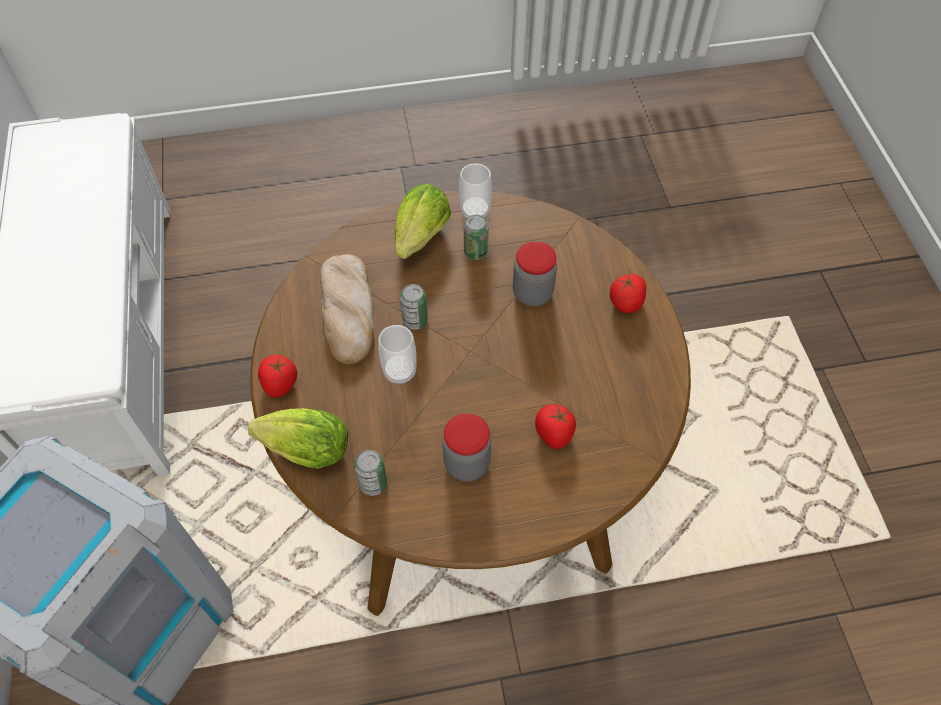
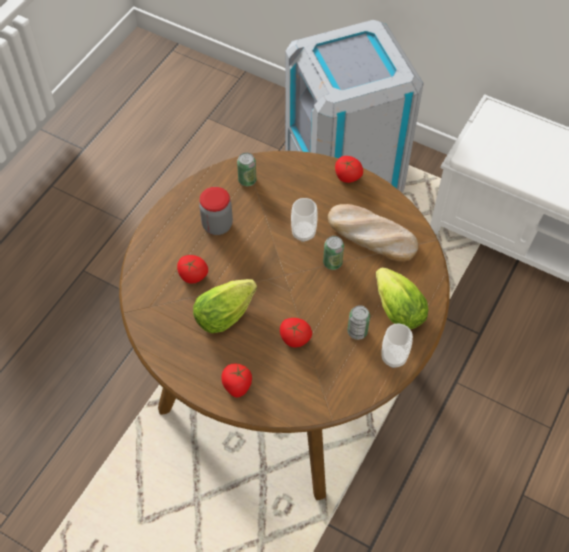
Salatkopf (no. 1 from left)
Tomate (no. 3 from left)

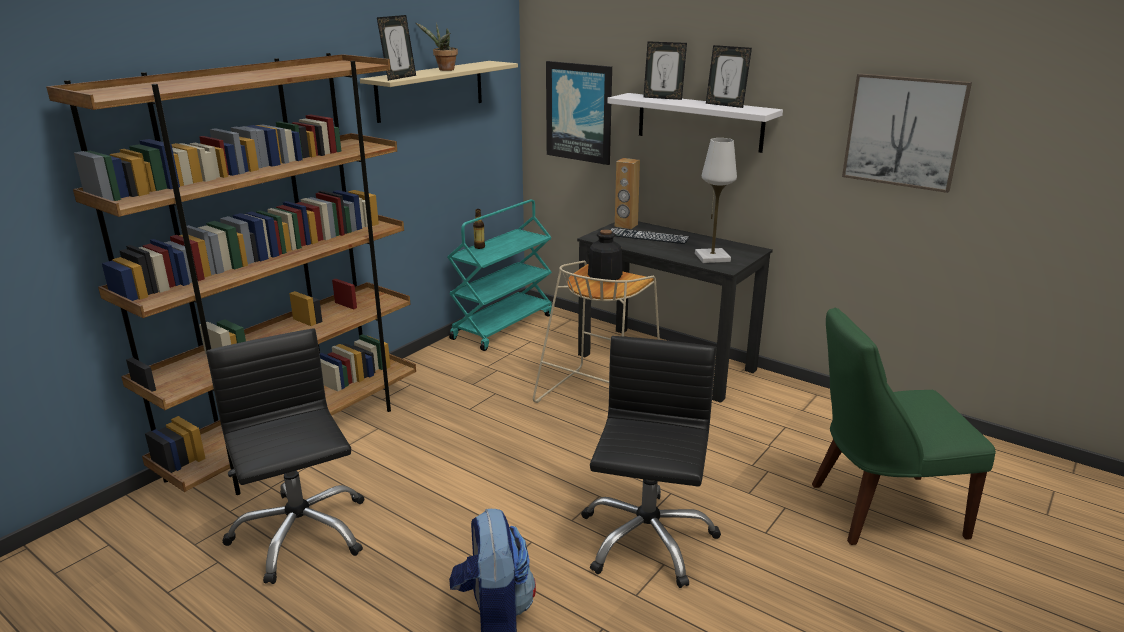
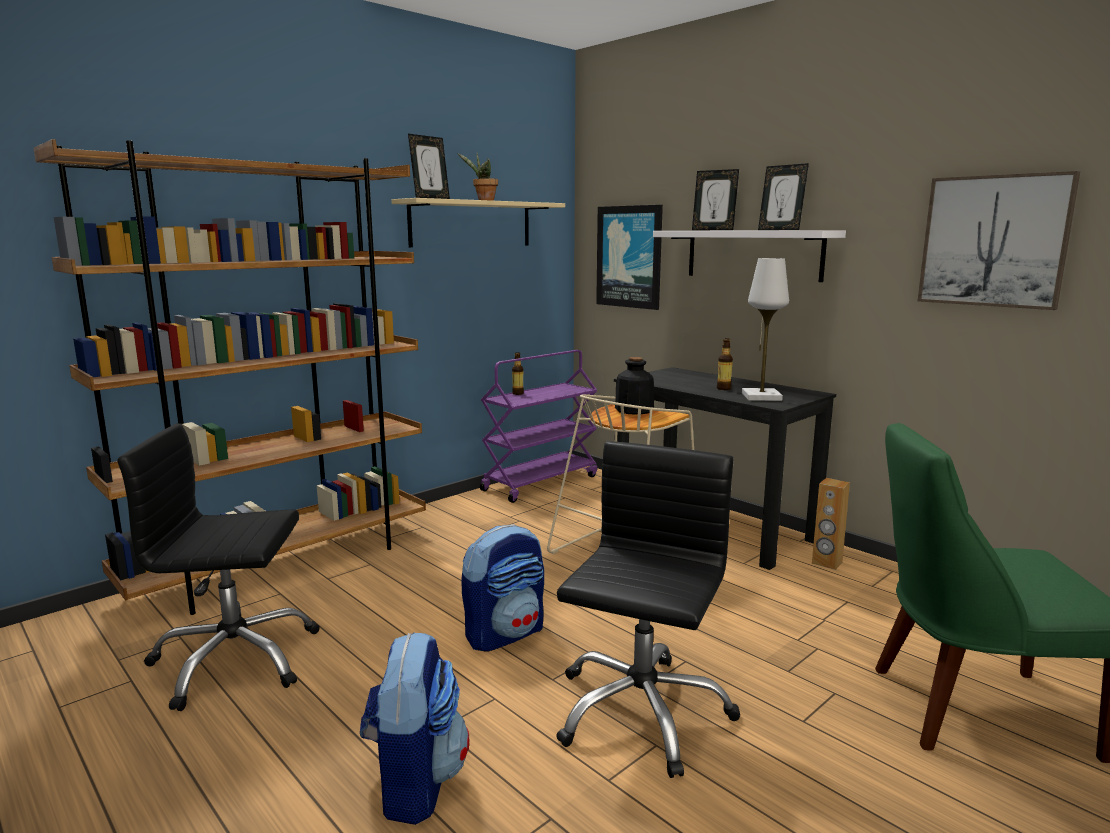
Bürostuhl (schwarz) (no. 1 from left)
Rollwagen (lila)
Tastatur
Lautsprecher (braun)
Rucksack (no. 2 from left)
Flasche (no. 3 from left)

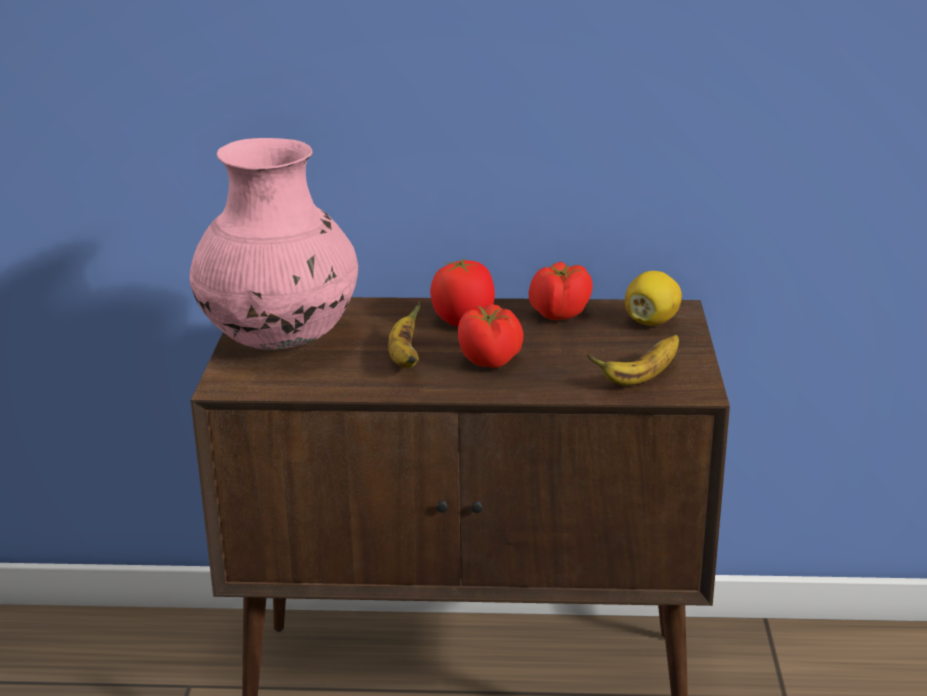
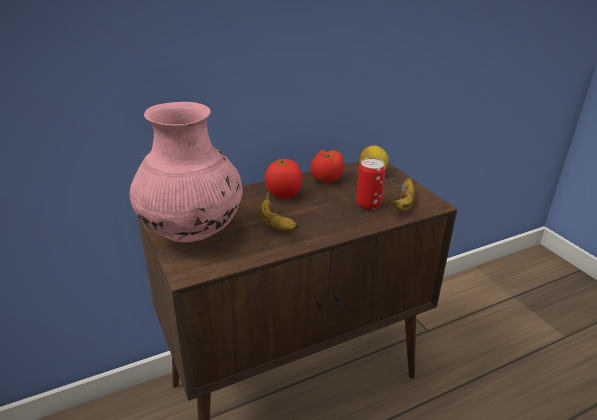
Tomate (no. 2 from left in the first image)
Dose

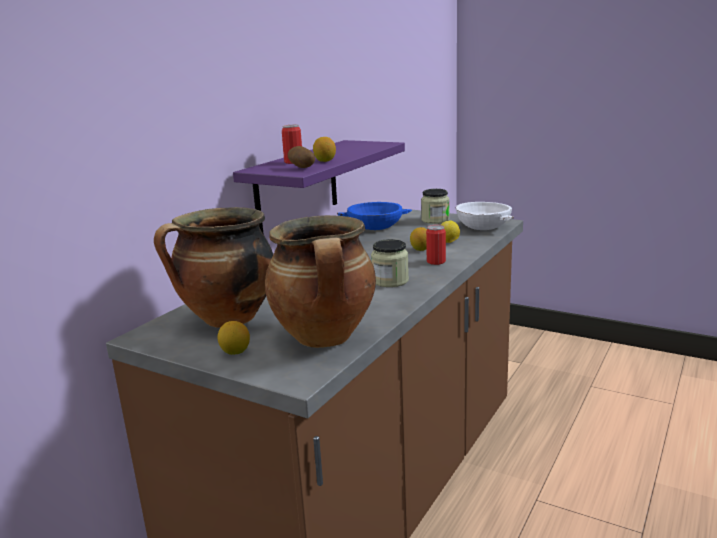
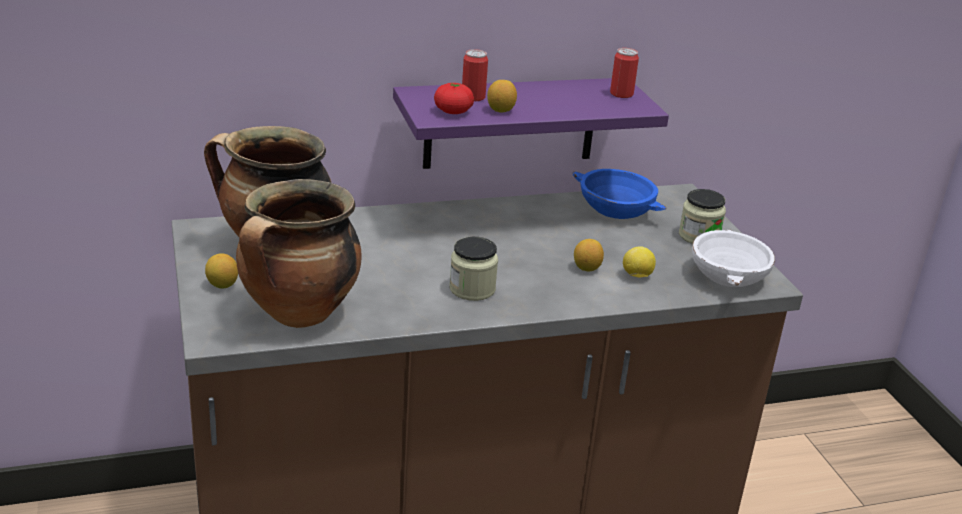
Tomate
Dose (no. 2 from left)

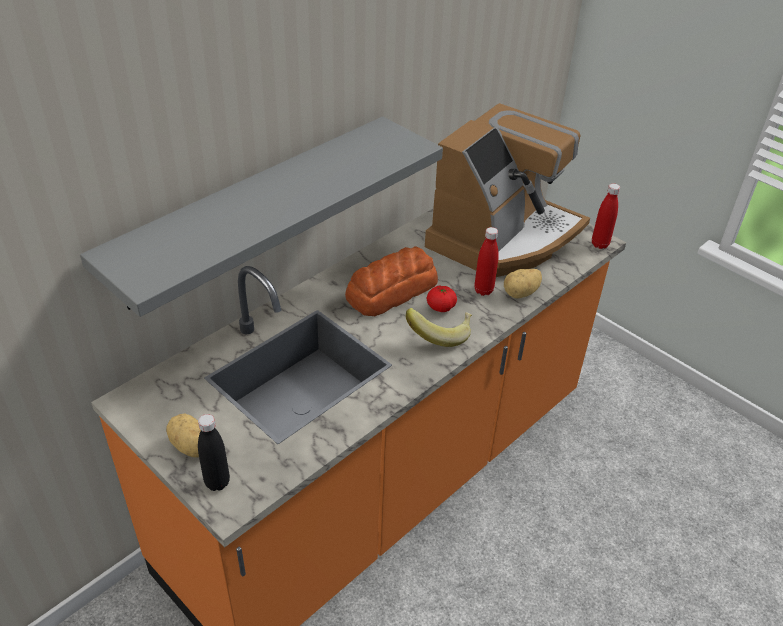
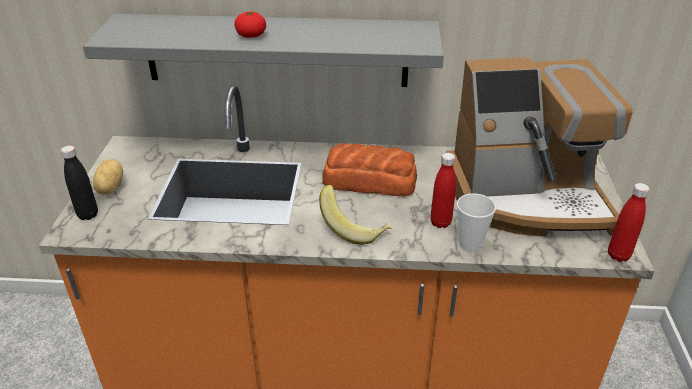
Tomate
Tasse

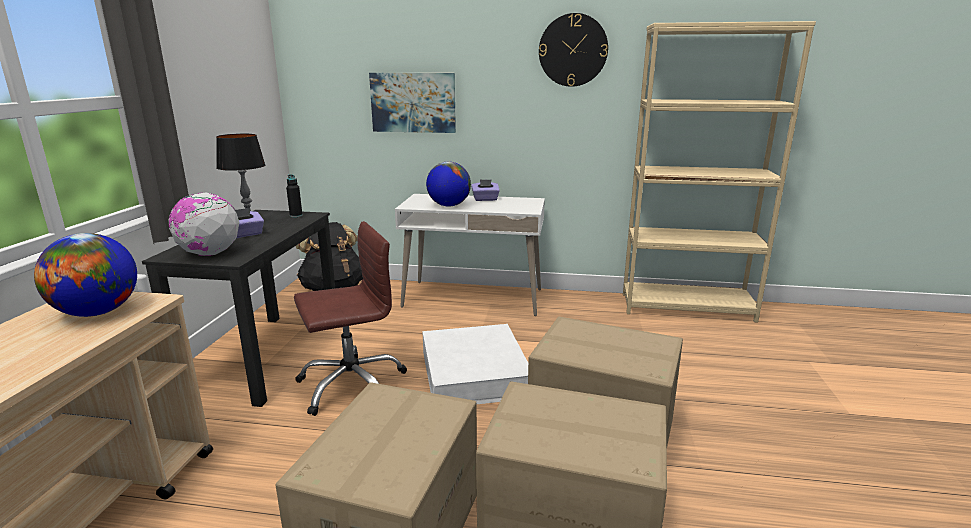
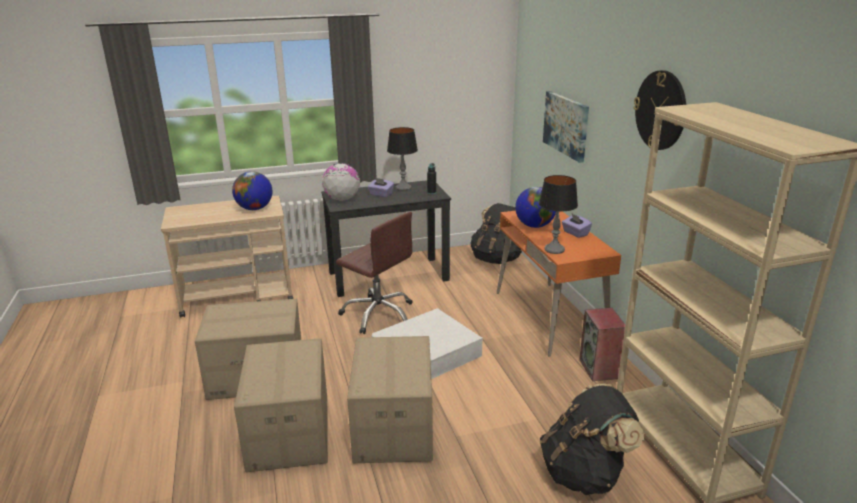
Schreibtisch (orange)
Tischlampe (no. 2 from left)
Rucksack (schwarz) (no. 2 from left)
Lautsprecher

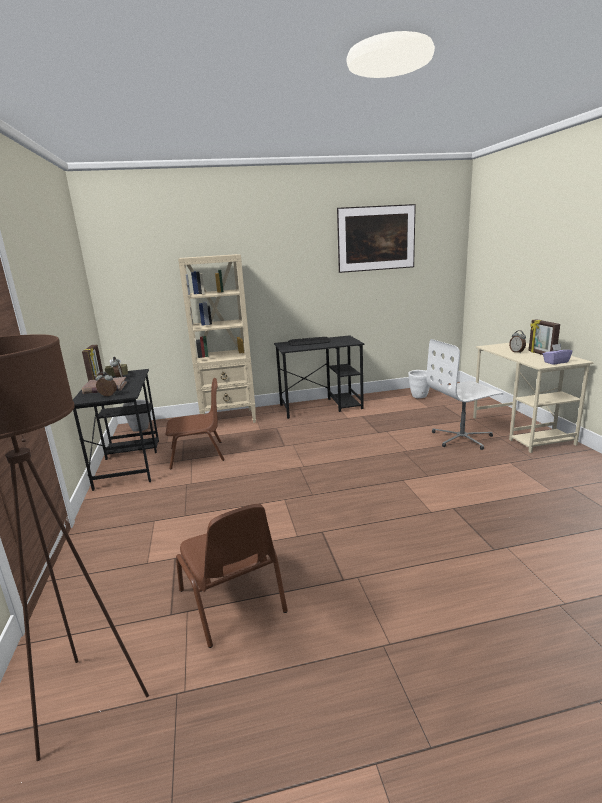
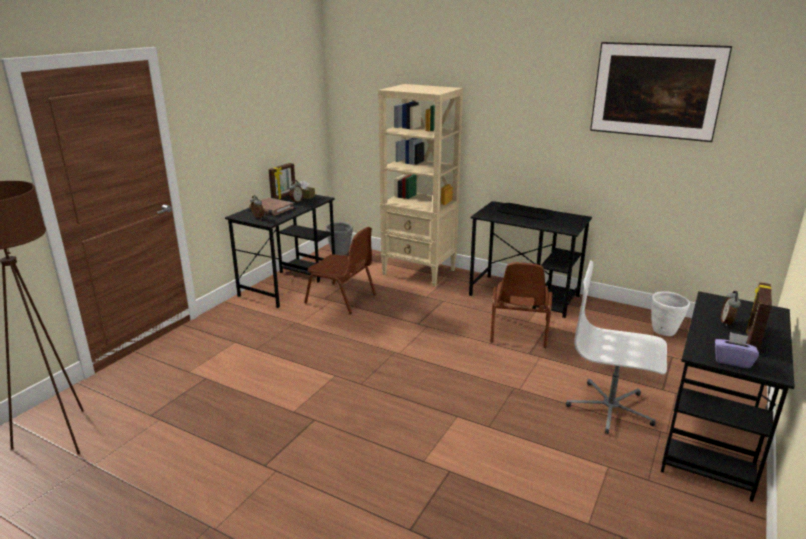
Stuhl (braun) (no. 2 from left)
Schreibtisch (schwarz) (no. 3 from left)

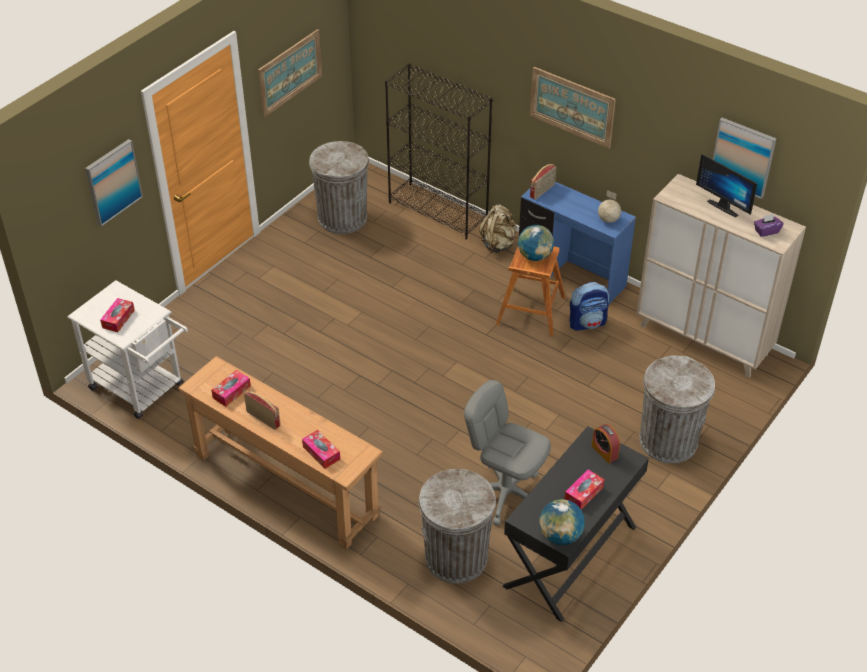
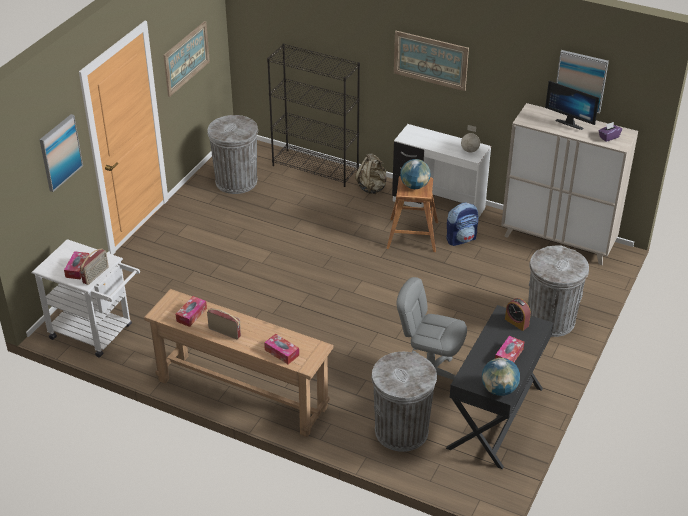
Schreibtisch (weiß)
Radio (no. 1 from left)

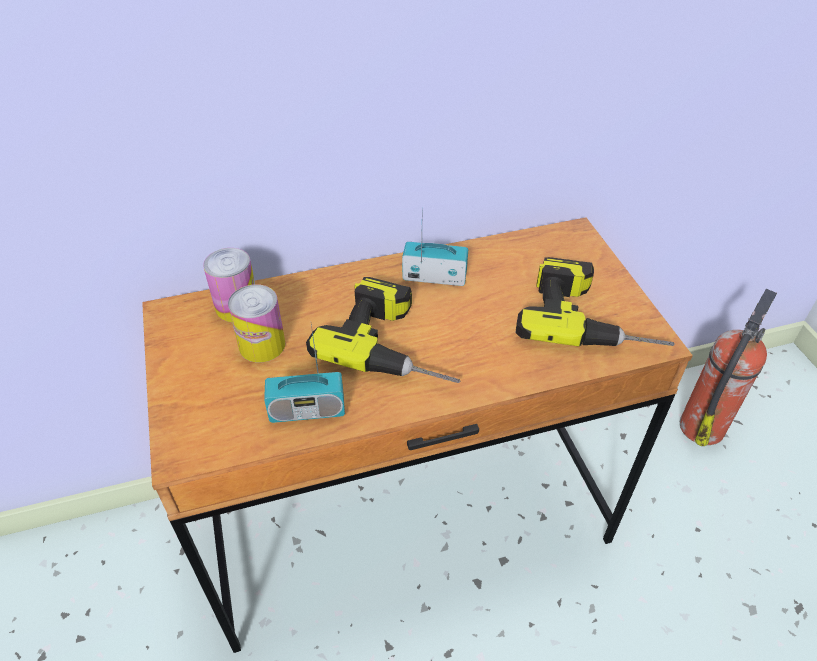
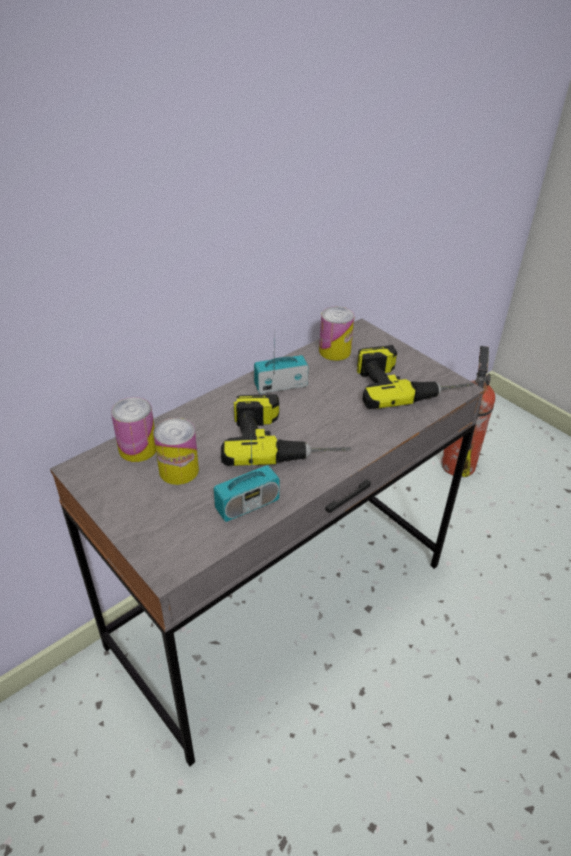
Schreibtisch (grau)
Dose (no. 3 from left)

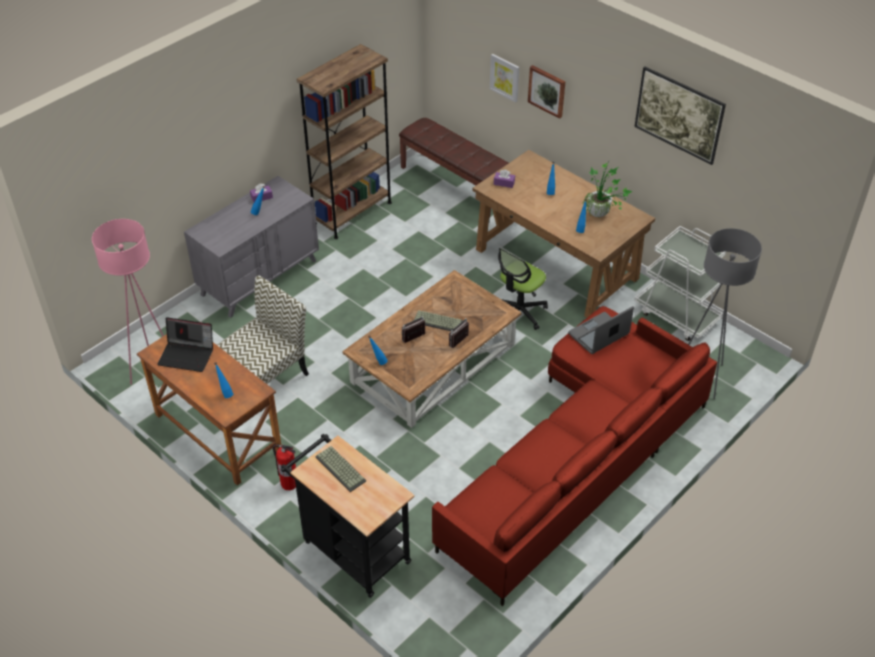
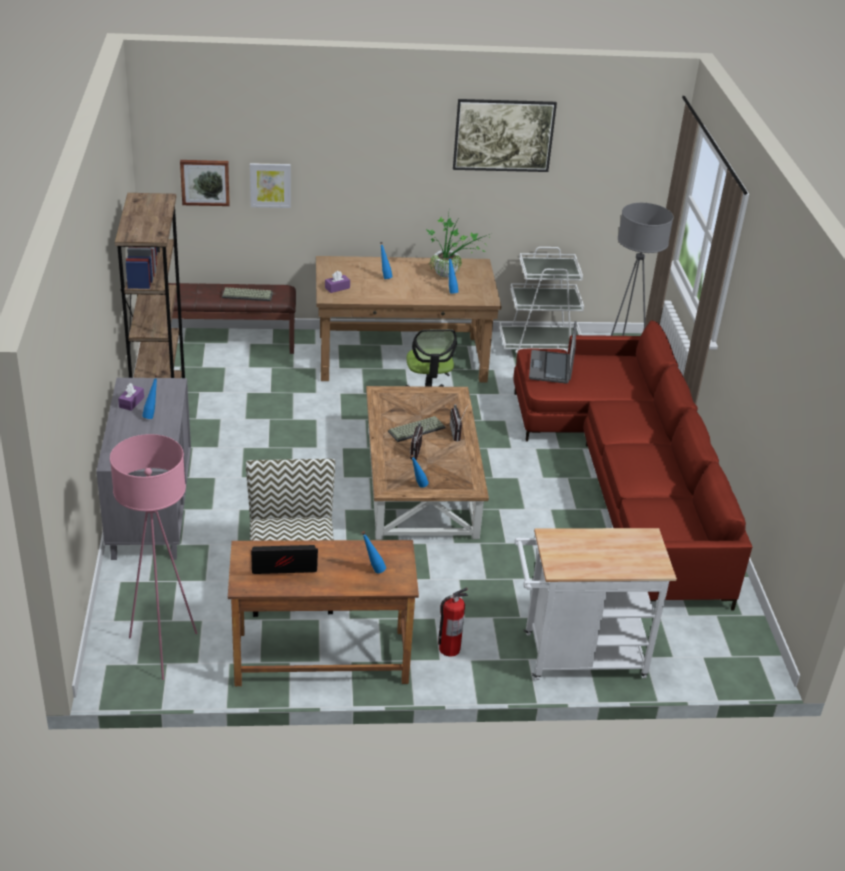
Laptop (no. 1 from left)
Rollwagen (weiß) (no. 2 from left)
Tastatur (no. 1 from left)
Bild (no. 1 from left)

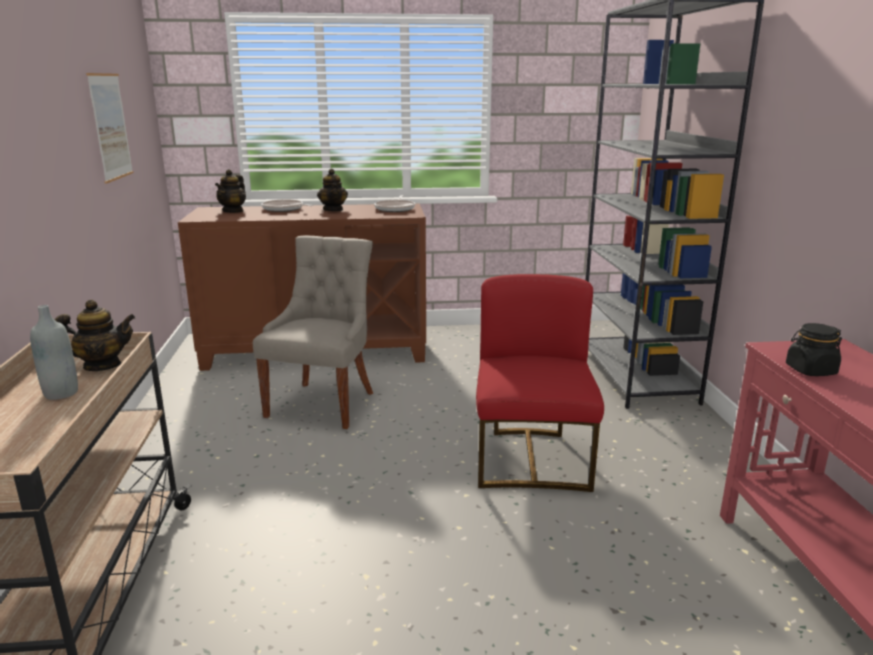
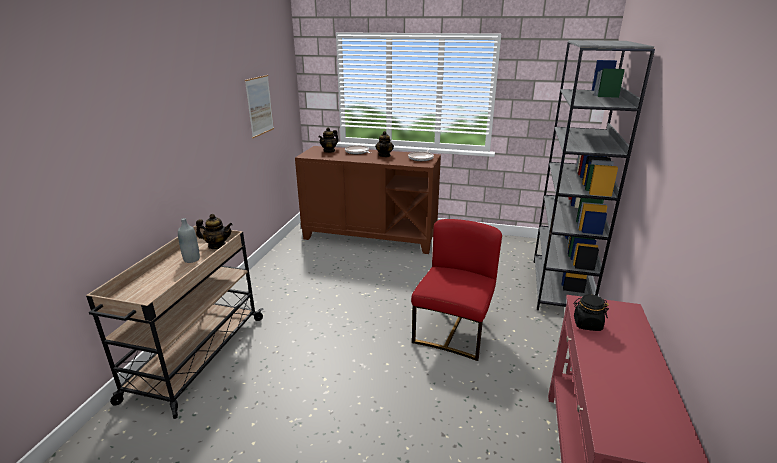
Stuhl (grau)

